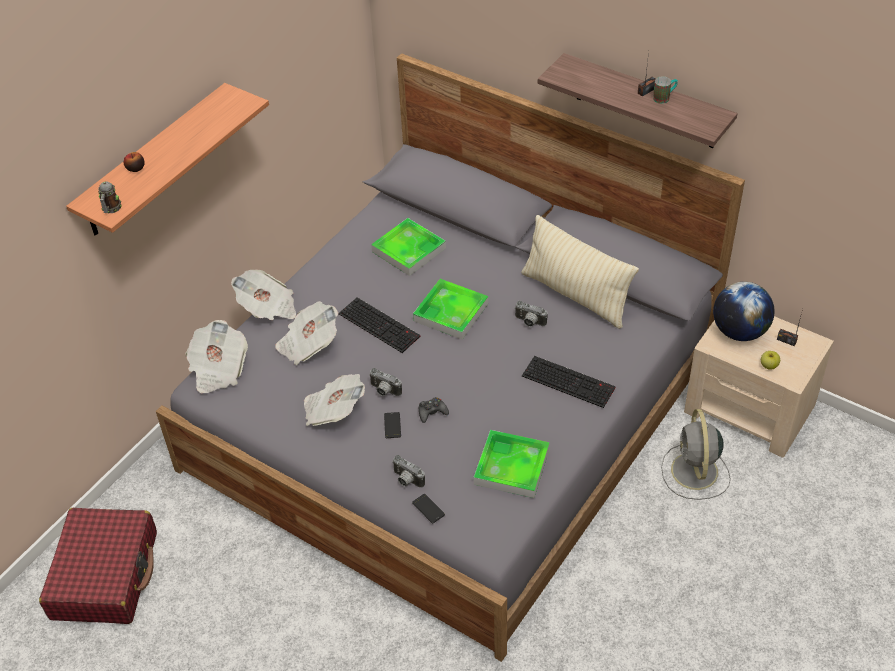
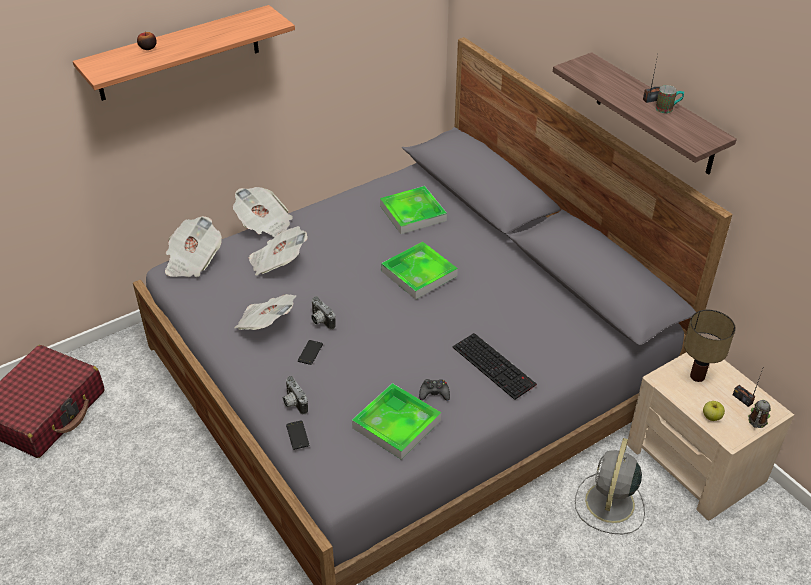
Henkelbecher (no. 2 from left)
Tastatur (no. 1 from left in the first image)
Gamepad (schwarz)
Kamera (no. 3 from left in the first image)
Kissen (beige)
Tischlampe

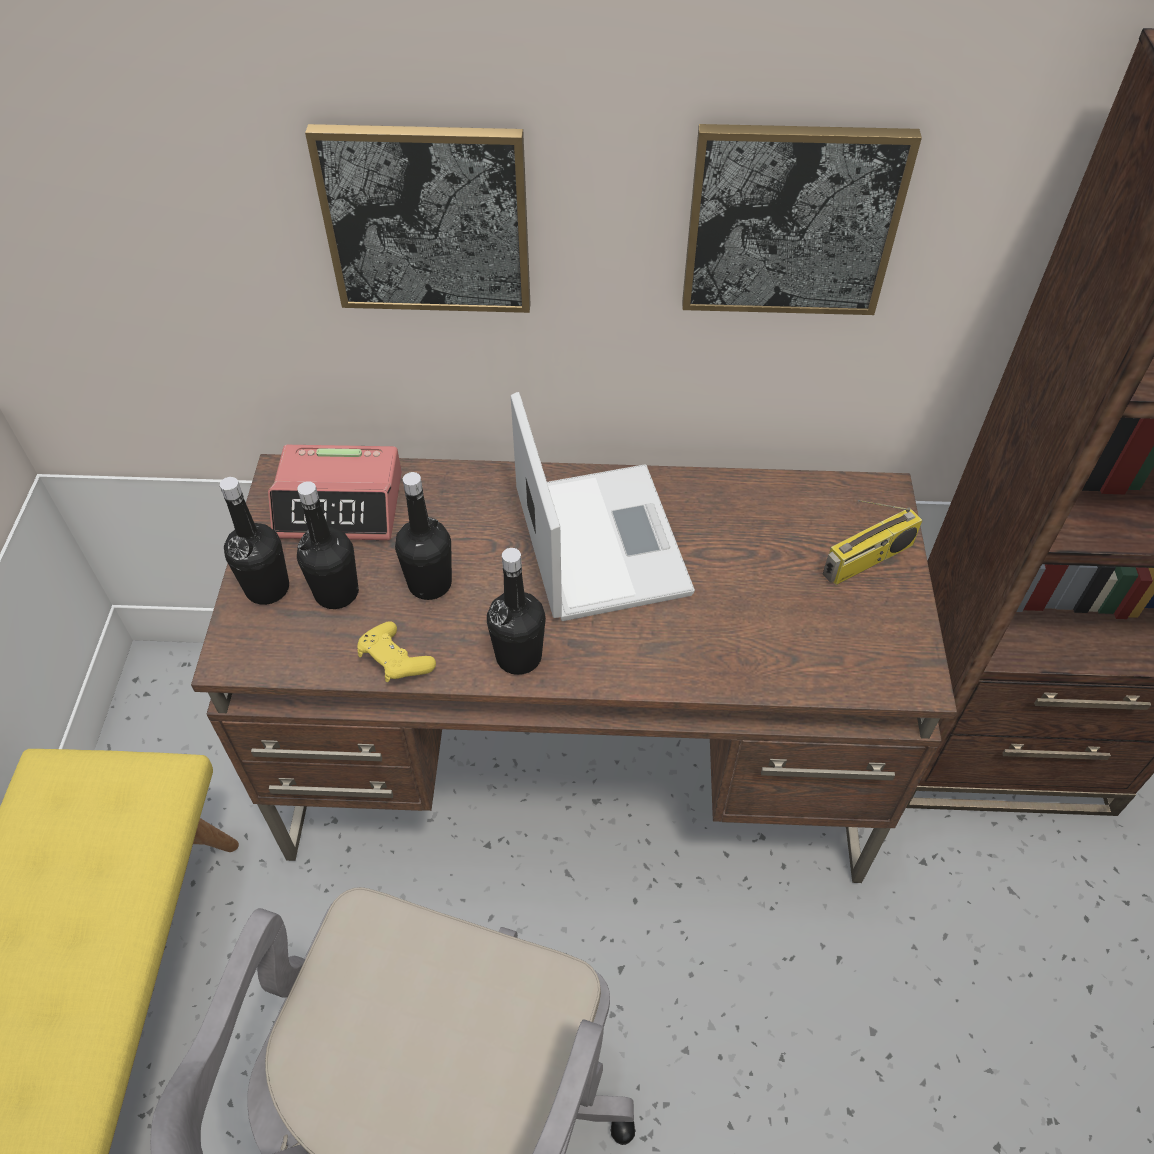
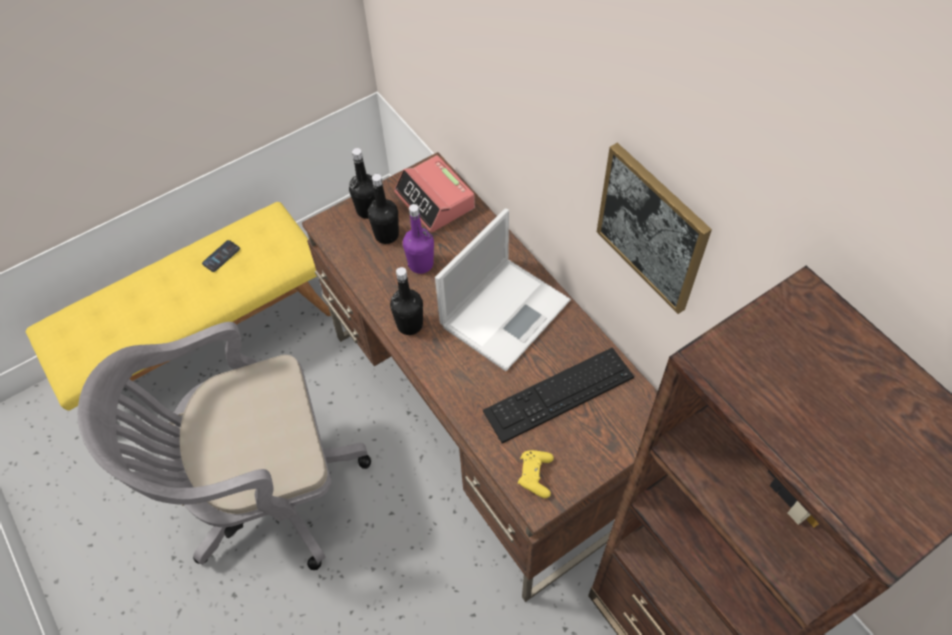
Bild (no. 1 from left in the first image)
Gamepad (gelb)
Flasche (lila)
Radio
Handy
Tastatur

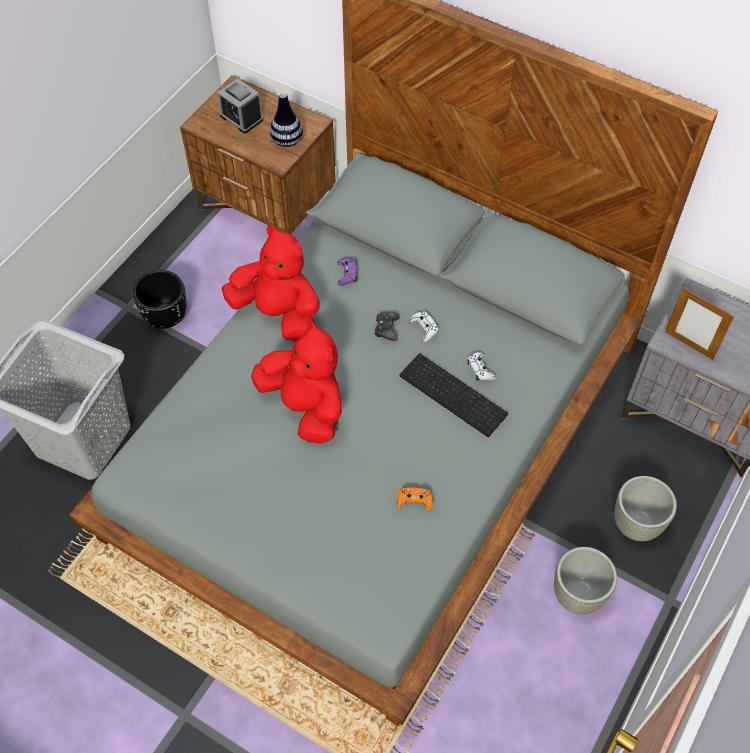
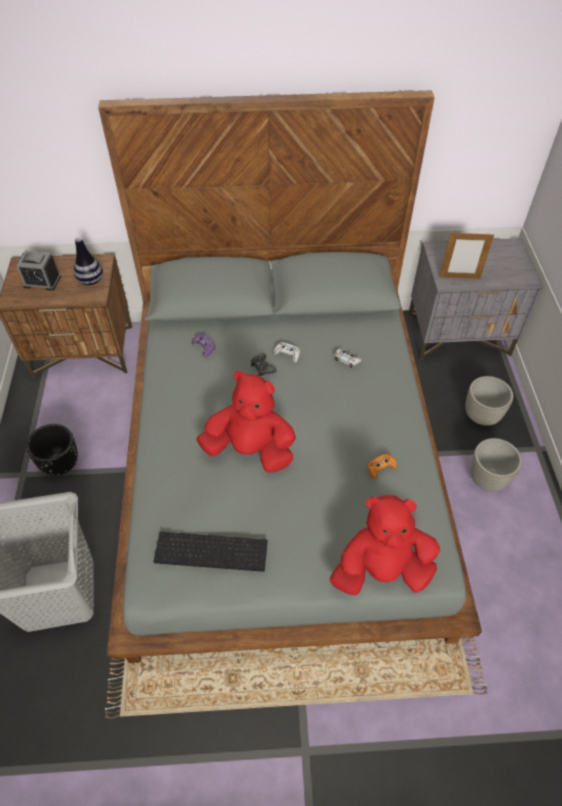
Plüschtier (rot) (no. 2 from left)
Tastatur

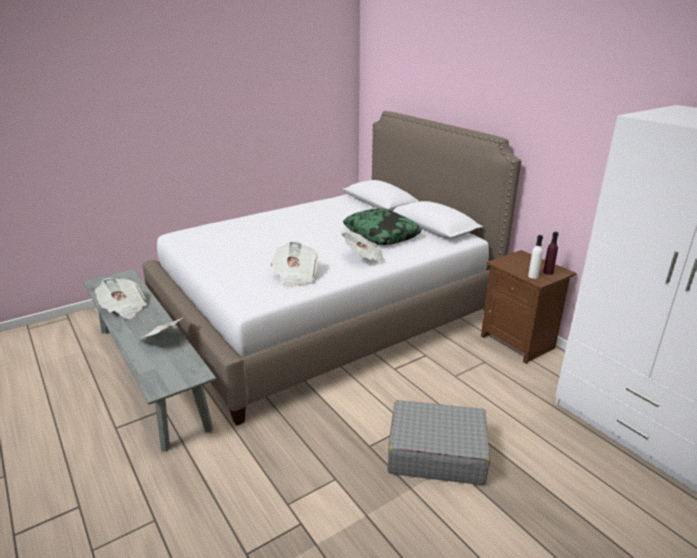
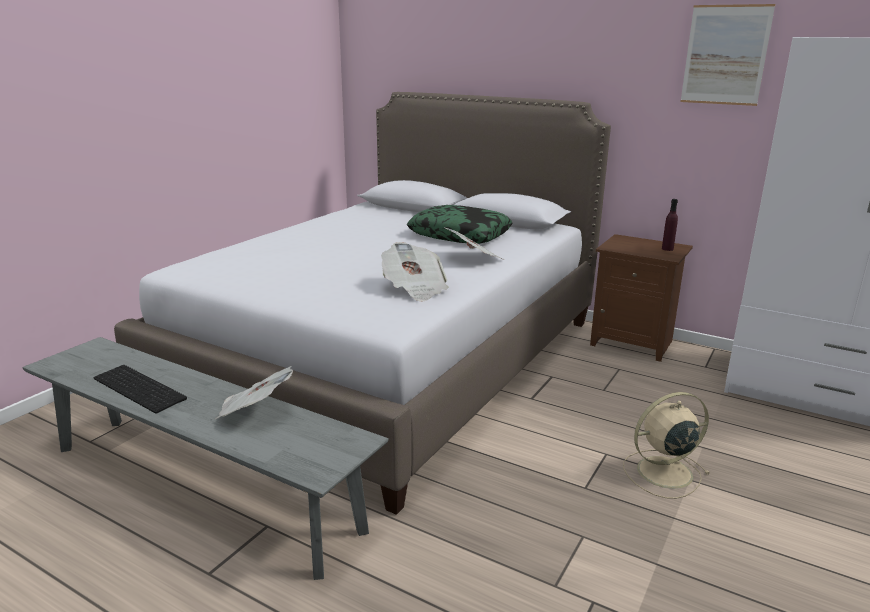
Tastatur
Ventilator (beige)
Flasche (weiß)
Bild

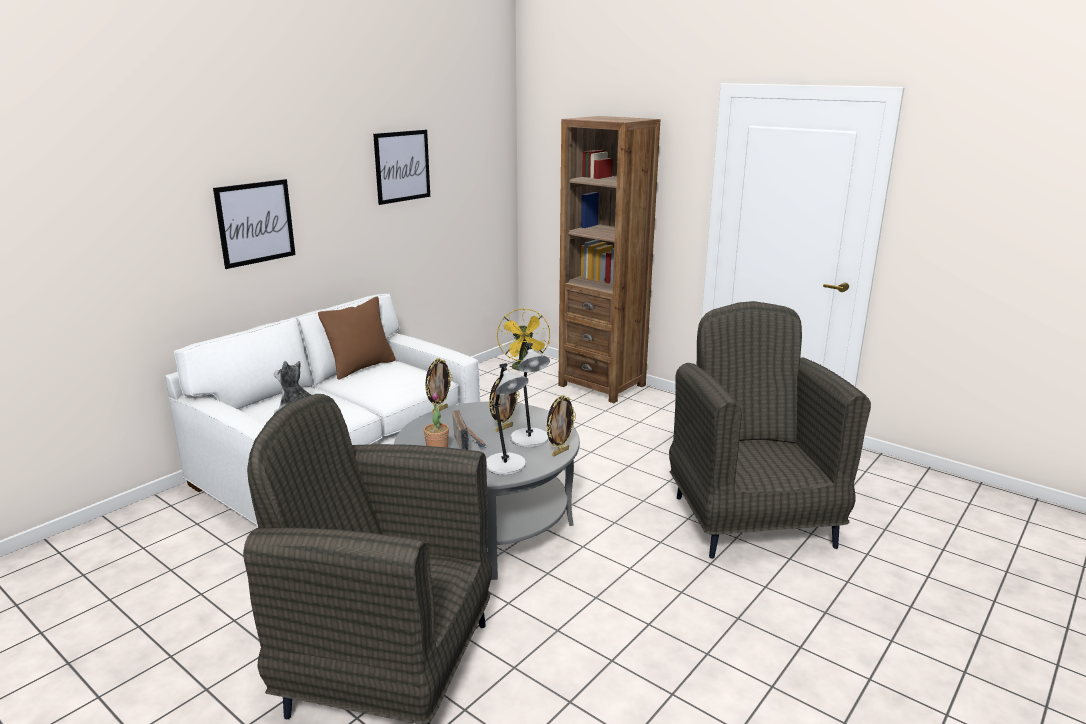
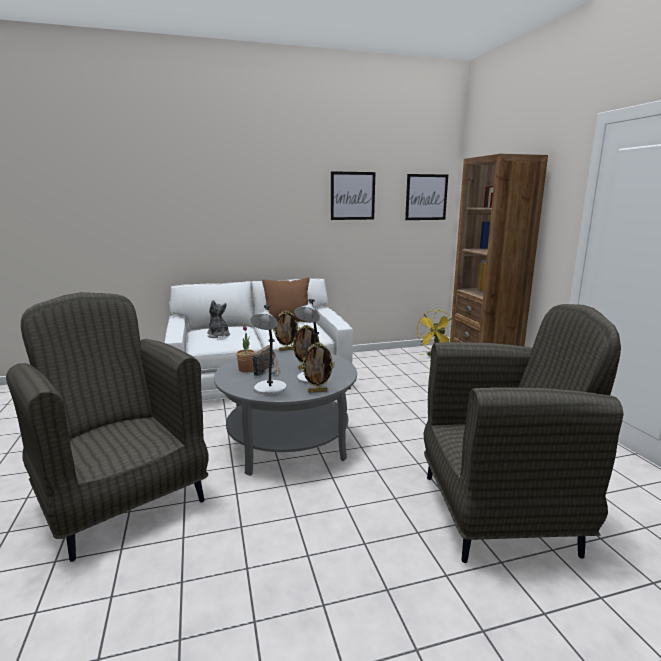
Bild (no. 2 from left)
Sessel (grau) (no. 2 from left)

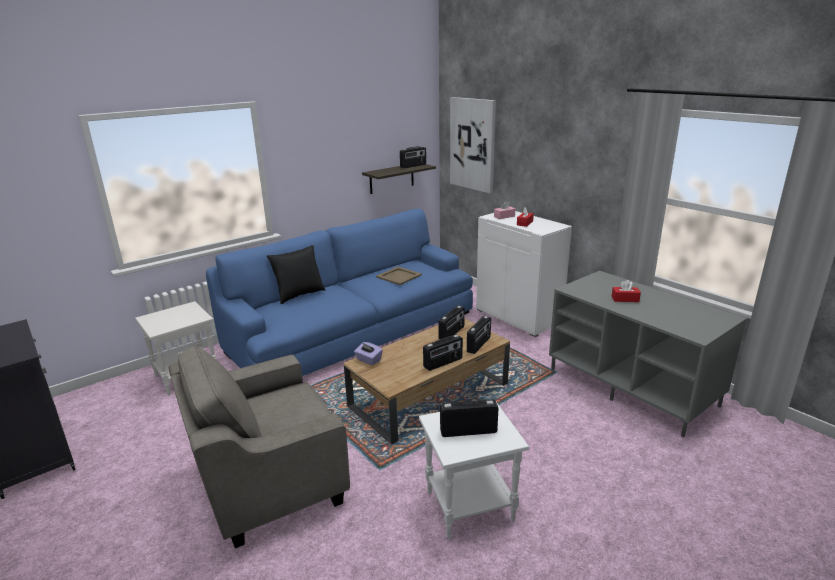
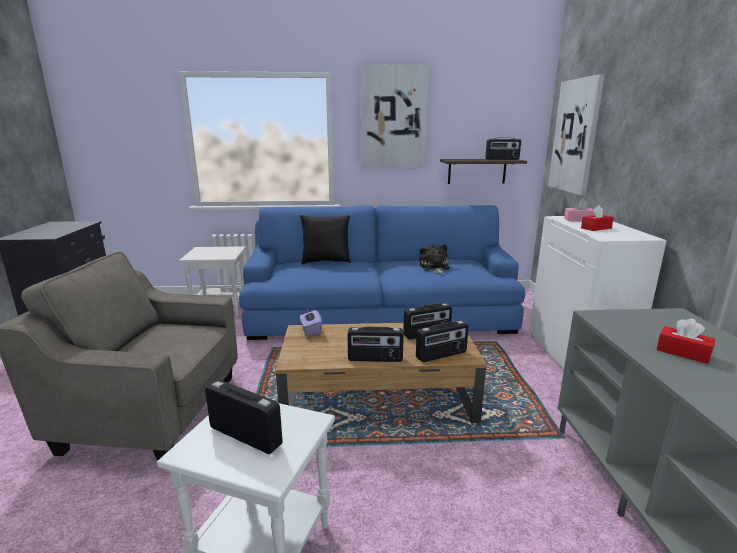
Plüschtier
Bild (no. 1 from left)

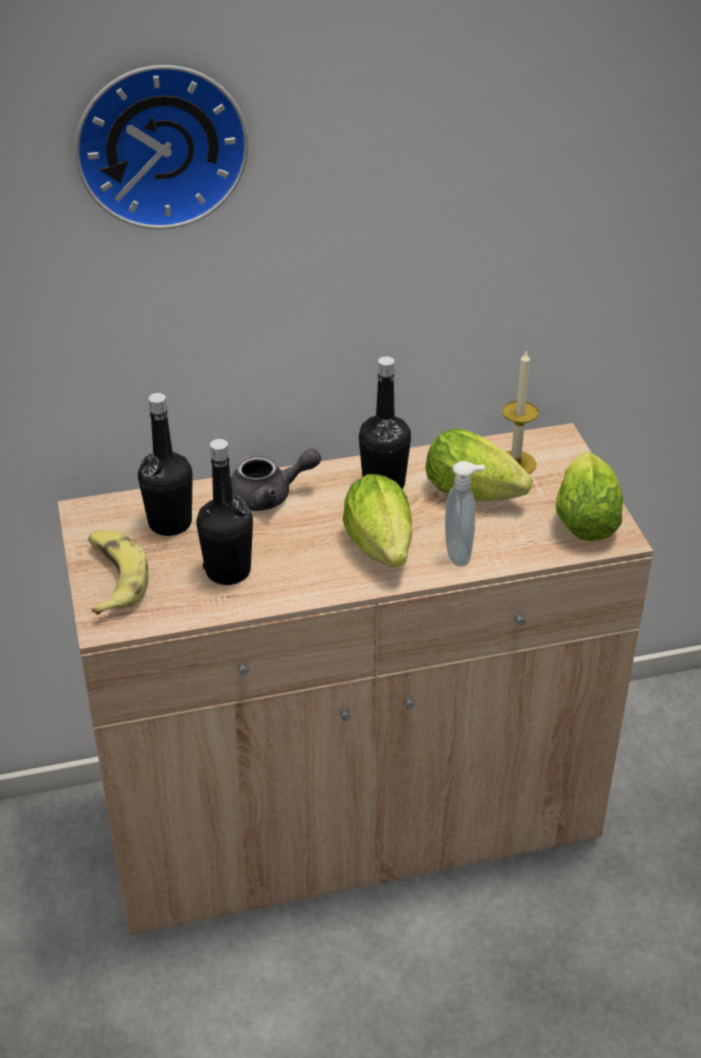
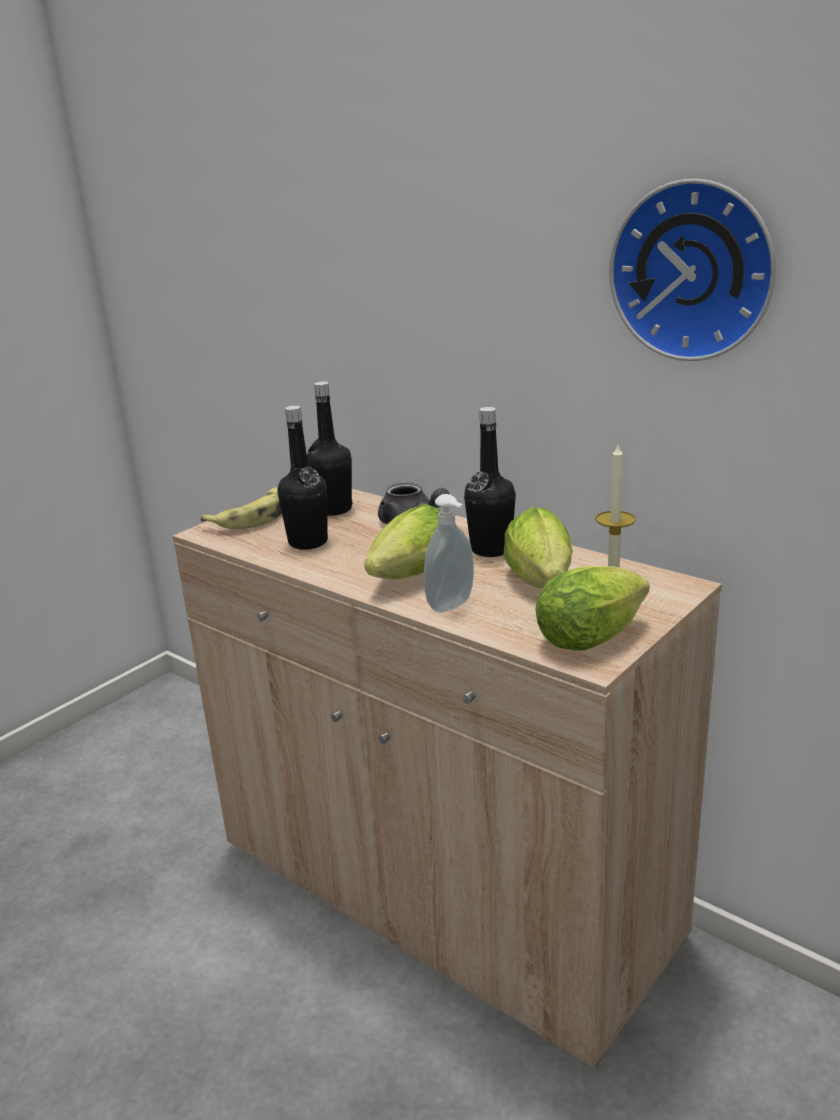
Wanduhr

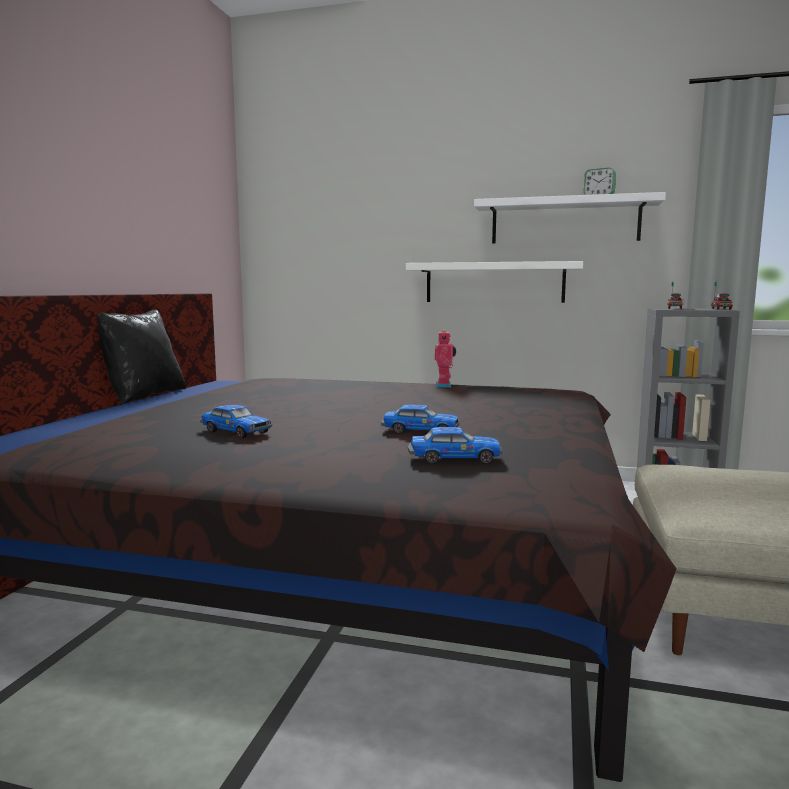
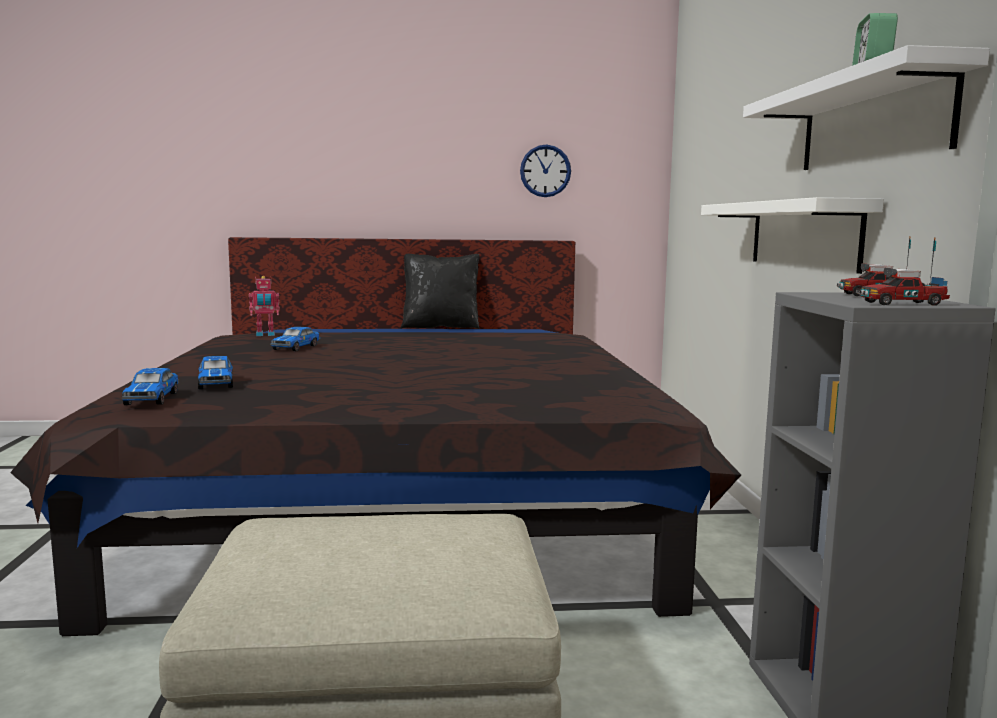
Spielzeugauto (no. 1 from left)
Spielzeugroboter
Wanduhr

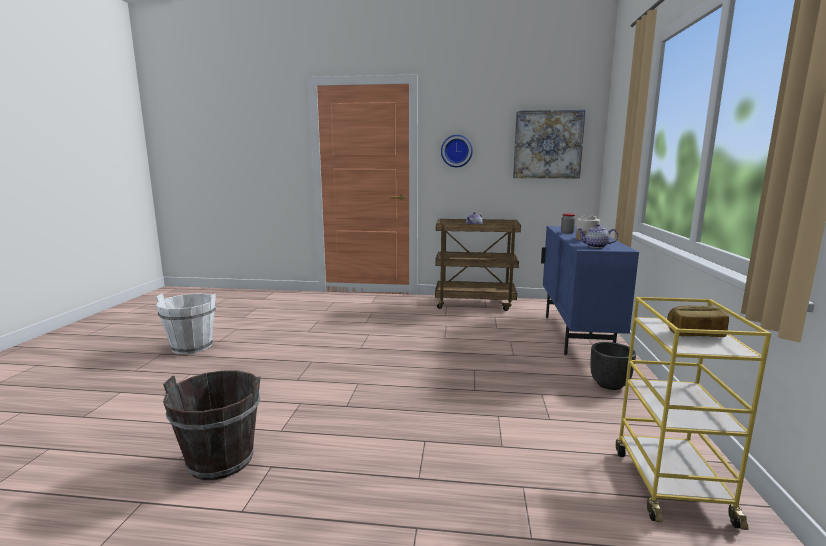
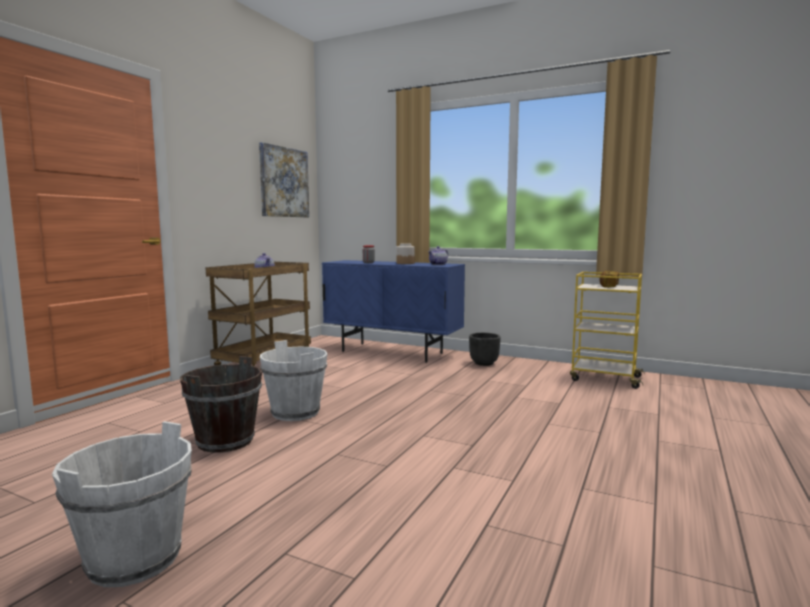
Eimer (braun)
Wanduhr
Eimer (weiß) (no. 2 from left)

